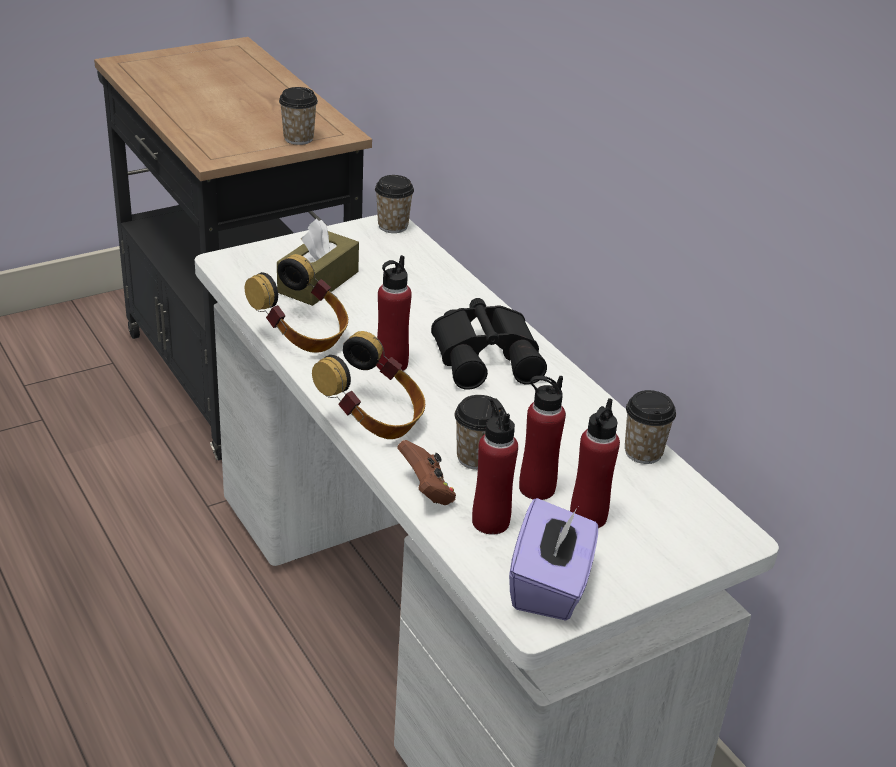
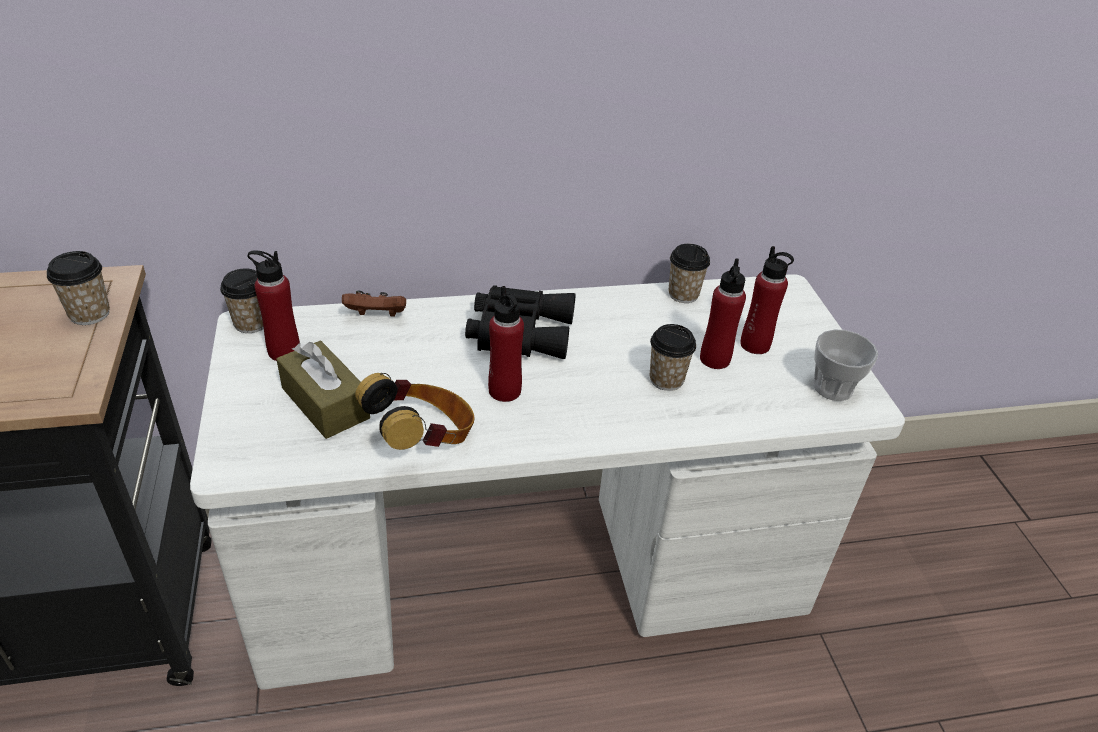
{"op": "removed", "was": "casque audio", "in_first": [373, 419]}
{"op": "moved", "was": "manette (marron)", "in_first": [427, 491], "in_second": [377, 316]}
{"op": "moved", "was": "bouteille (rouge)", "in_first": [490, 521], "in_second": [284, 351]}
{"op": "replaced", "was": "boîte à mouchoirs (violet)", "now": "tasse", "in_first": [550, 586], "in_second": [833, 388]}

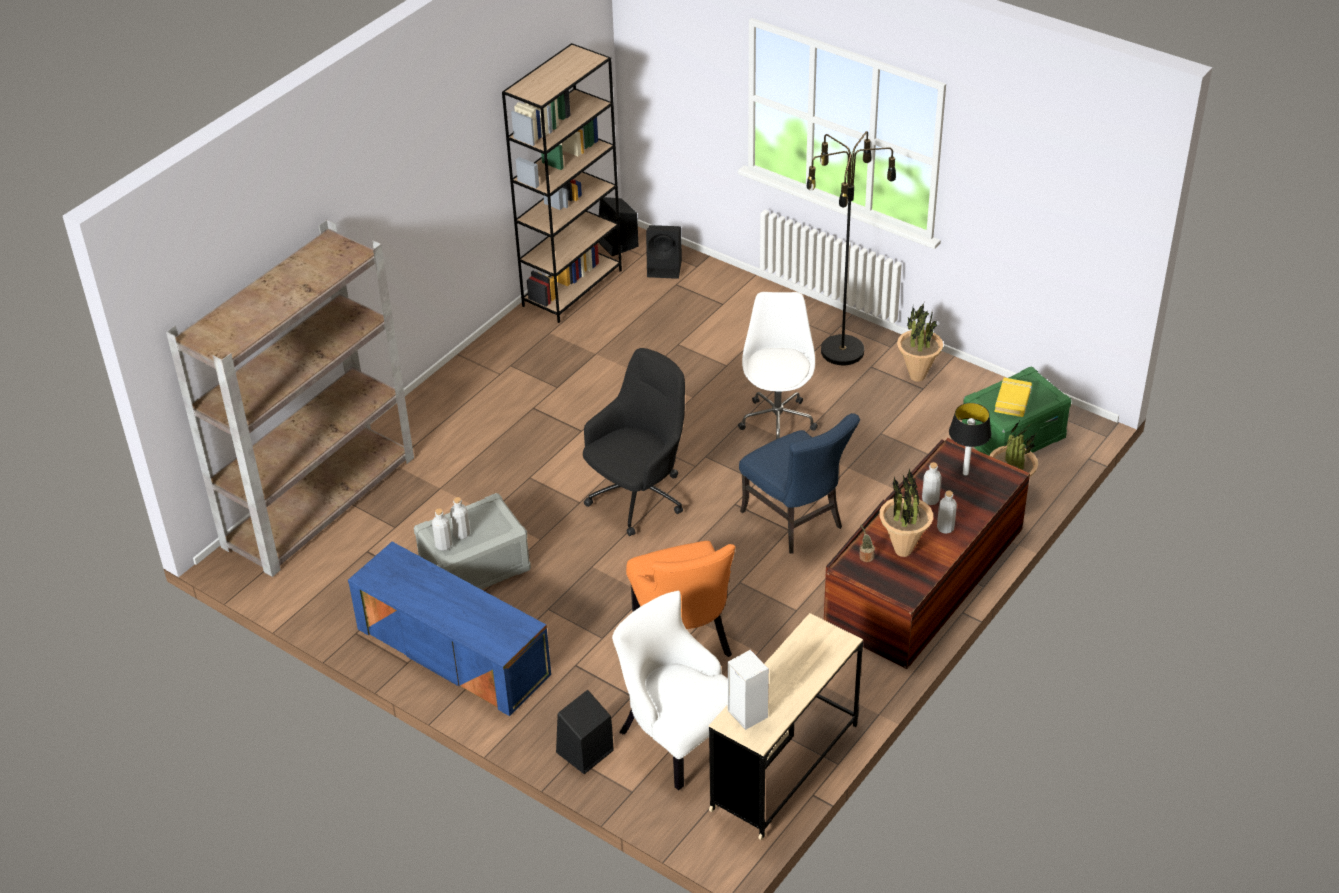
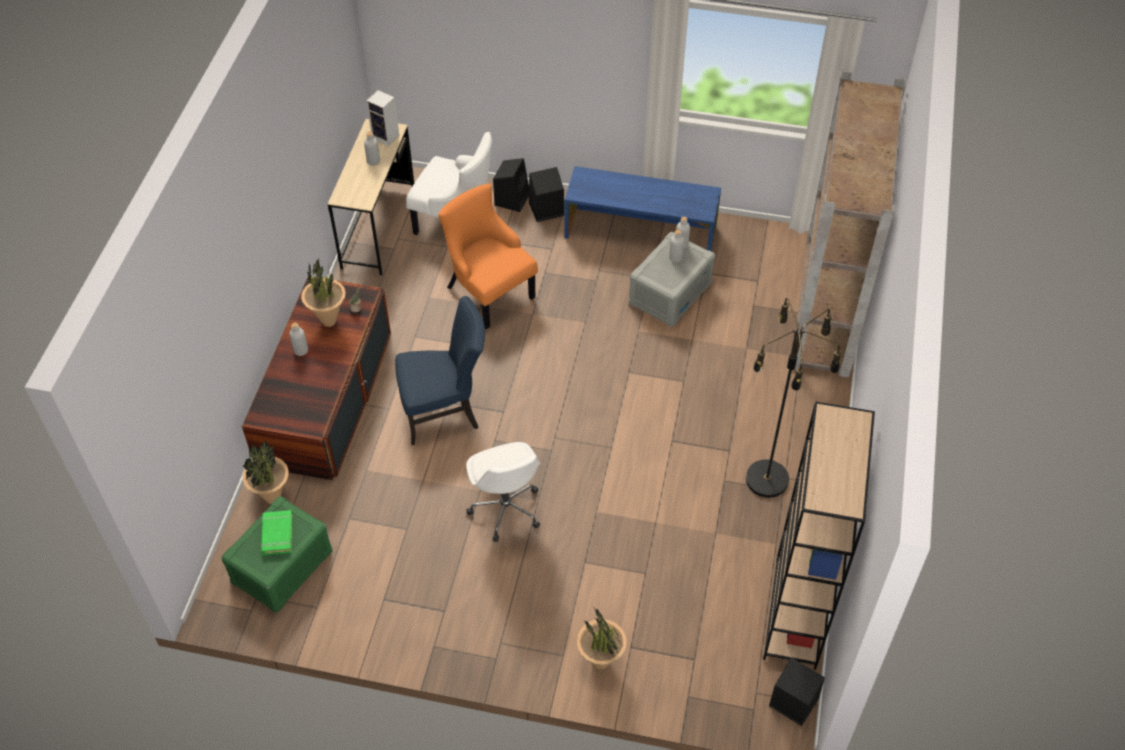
{"op": "removed", "was": "chaise de bureau (noir)", "in_first": [638, 499]}
{"op": "moved", "was": "enceinte (noir)", "in_first": [665, 268], "in_second": [545, 210]}
{"op": "turned", "was": "chaise (bleu)", "in_first": [796, 522], "in_second": [445, 411], "clockwise": 135}
{"op": "moved", "was": "lampadaire", "in_first": [842, 351], "in_second": [767, 480]}
{"op": "moved", "was": "plante en pot", "in_first": [917, 376], "in_second": [601, 662]}
{"op": "moved", "was": "bouteille (gris)", "in_first": [930, 500], "in_second": [373, 161]}
{"op": "removed", "was": "lampe de table", "in_first": [965, 473]}
{"op": "recoloured", "was": "livre (jaune)", "now": "livre (vert)", "in_first": [1013, 400], "in_second": [277, 535]}

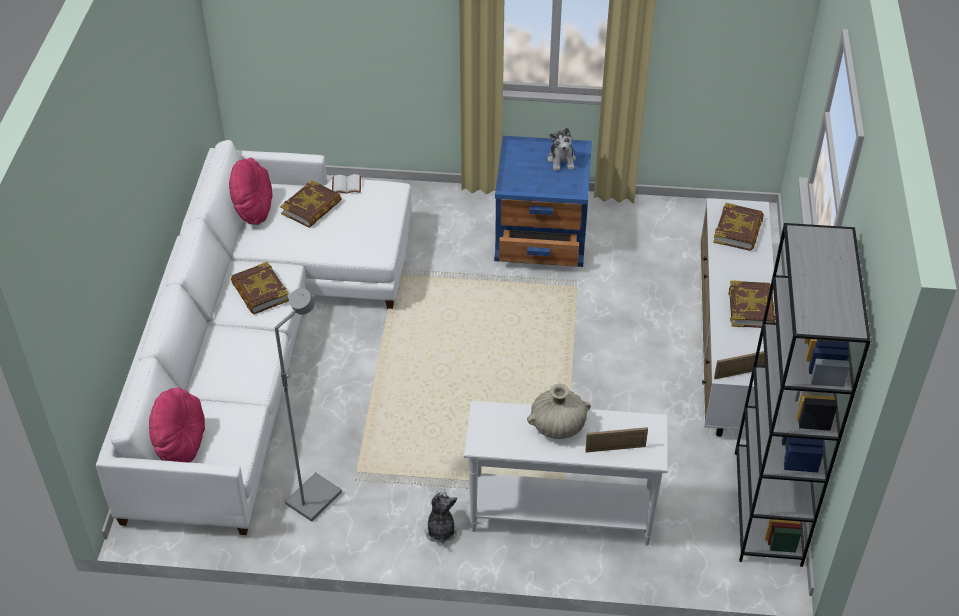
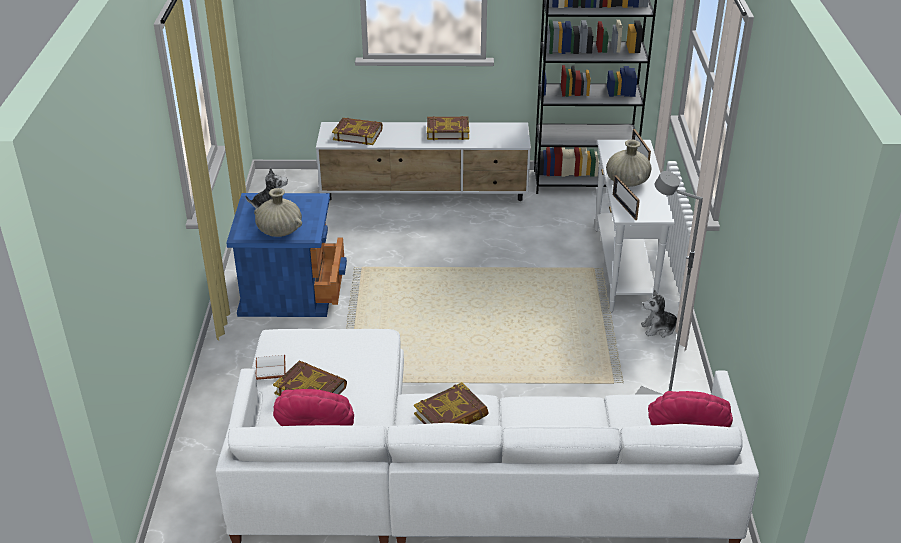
{"op": "moved", "was": "cadre photo", "in_first": [740, 373], "in_second": [624, 207]}
{"op": "added", "now": "vase (beige)", "in_second": [280, 231]}

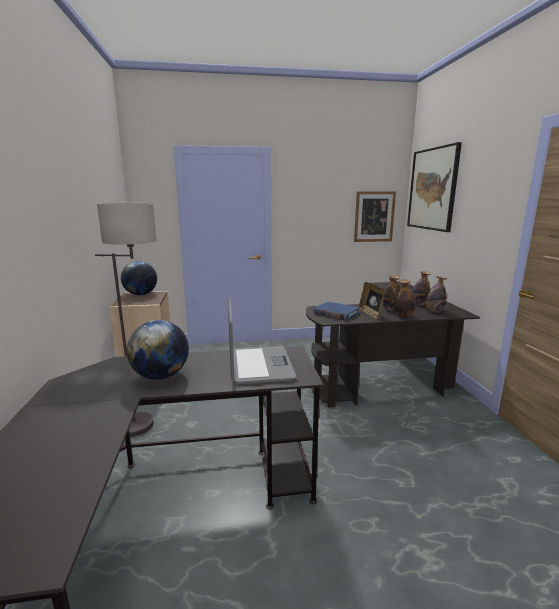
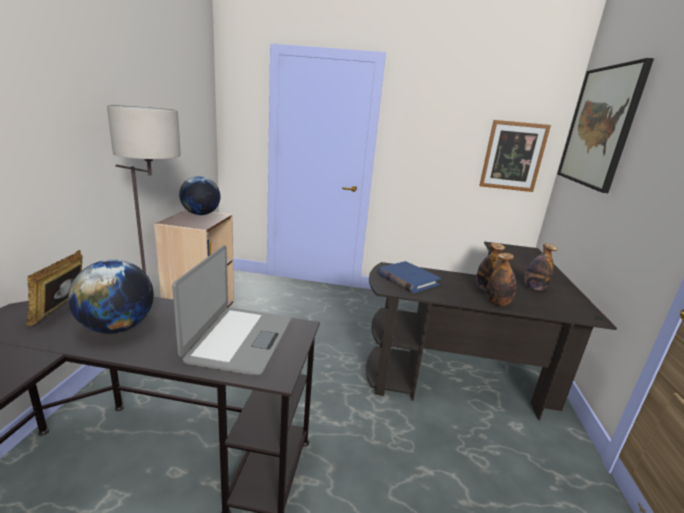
{"op": "moved", "was": "cadre photo", "in_first": [370, 313], "in_second": [62, 310]}
{"op": "removed", "was": "bouteille", "in_first": [434, 311]}

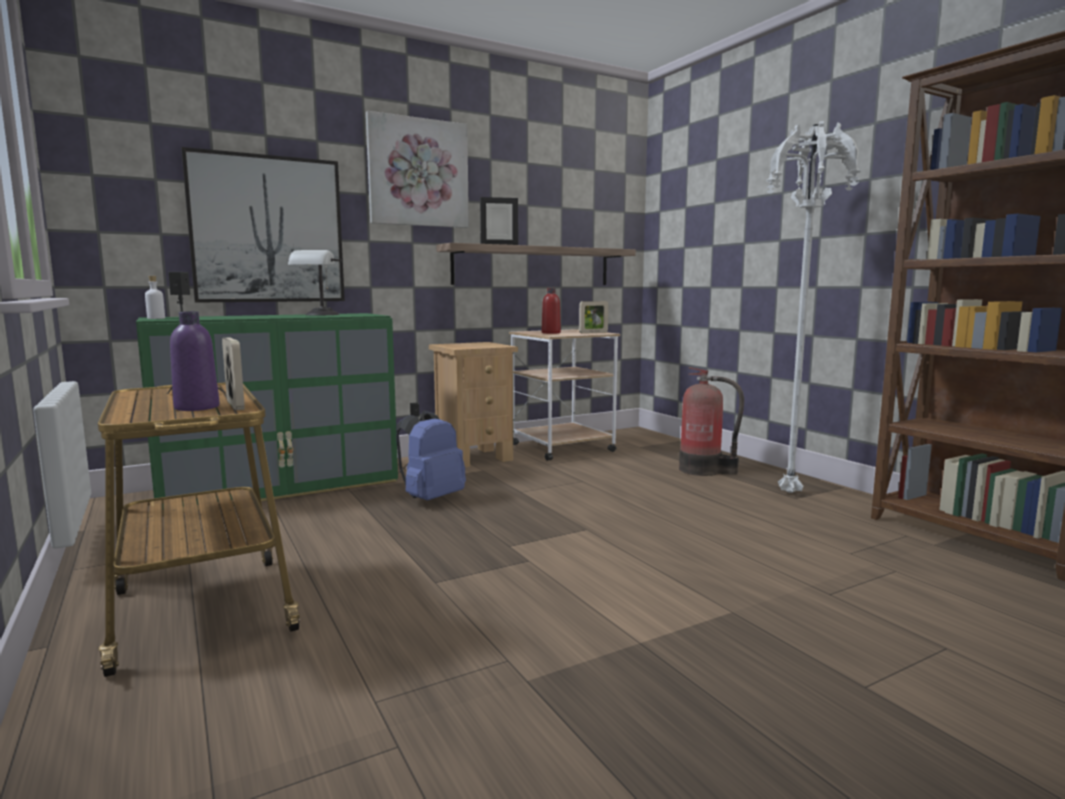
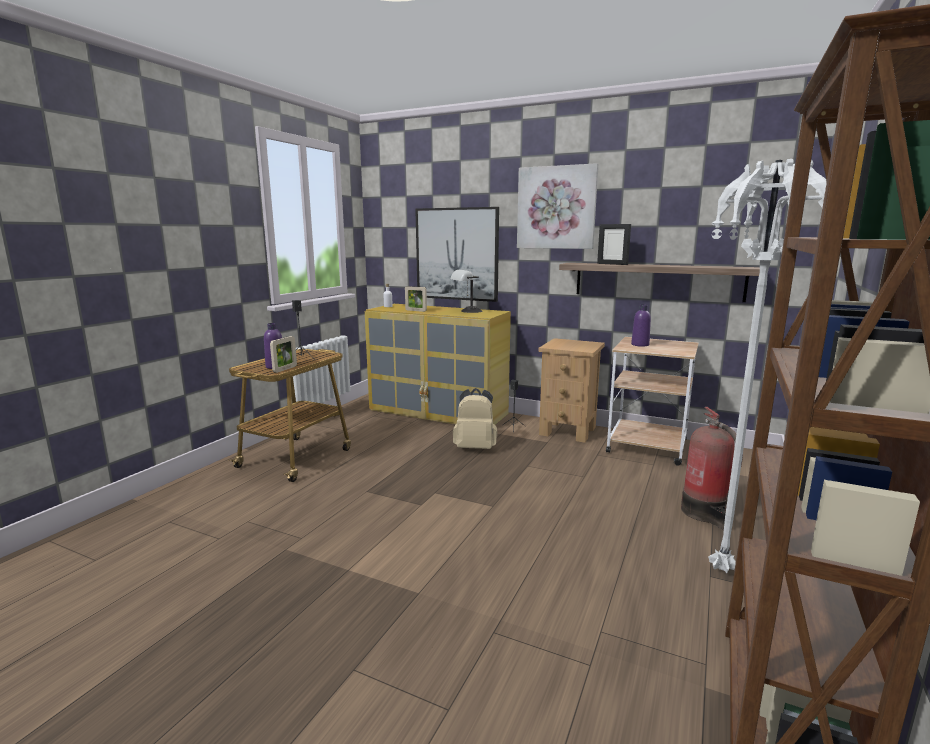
{"op": "recoloured", "was": "meuble de rangement (vert)", "now": "meuble de rangement (jaune)", "in_first": [281, 486], "in_second": [438, 412]}
{"op": "recoloured", "was": "sac à dos (bleu)", "now": "sac à dos (beige)", "in_first": [431, 498], "in_second": [475, 448]}
{"op": "recoloured", "was": "bouteille (rouge)", "now": "bouteille (violet)", "in_first": [551, 333], "in_second": [640, 345]}
{"op": "moved", "was": "cadre photo", "in_first": [593, 333], "in_second": [416, 310]}

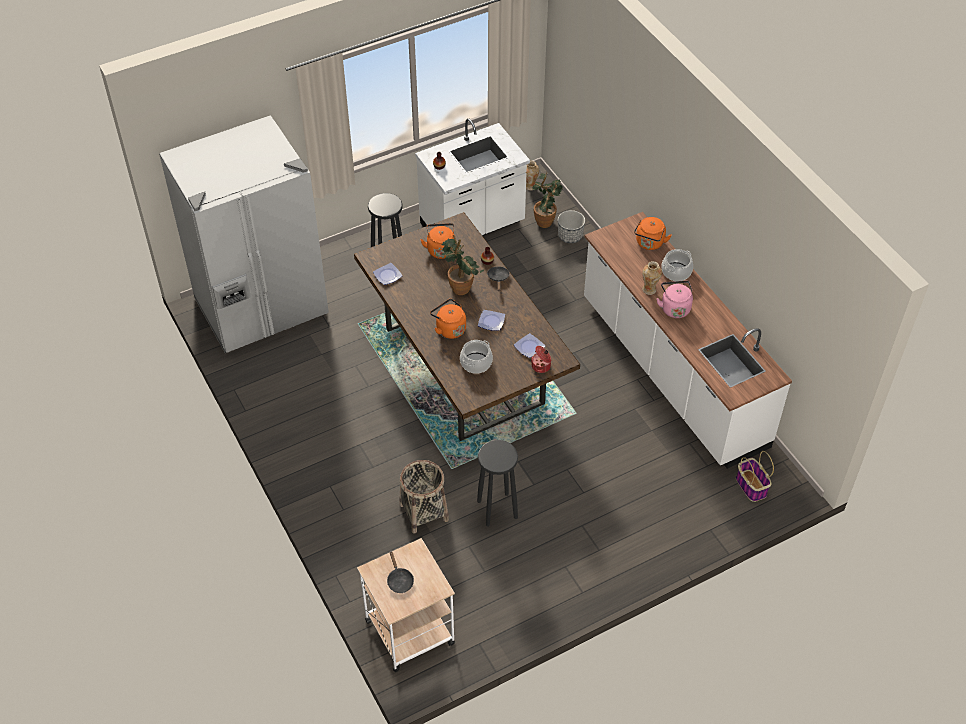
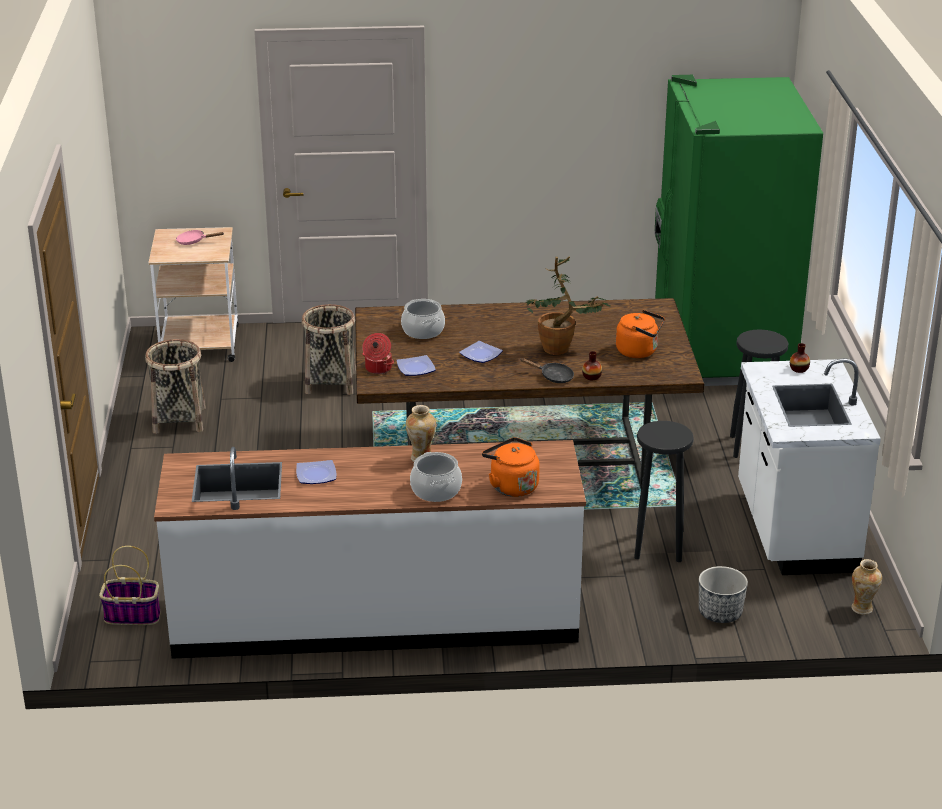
{"op": "recoloured", "was": "réfrigérateur (blanc)", "now": "réfrigérateur (vert)", "in_first": [262, 308], "in_second": [721, 349]}
{"op": "moved", "was": "assiette", "in_first": [388, 275], "in_second": [315, 475]}
{"op": "recoloured", "was": "poêle (noir)", "now": "poêle (rose)", "in_first": [399, 580], "in_second": [194, 241]}
{"op": "removed", "was": "bouilloire (orange)", "in_first": [449, 329]}
{"op": "moved", "was": "tabouret (noir)", "in_first": [497, 509], "in_second": [657, 547]}
{"op": "removed", "was": "plante en pot", "in_first": [547, 220]}
{"op": "removed", "was": "bouilloire (rose)", "in_first": [674, 308]}
{"op": "added", "now": "panier", "in_second": [179, 420]}

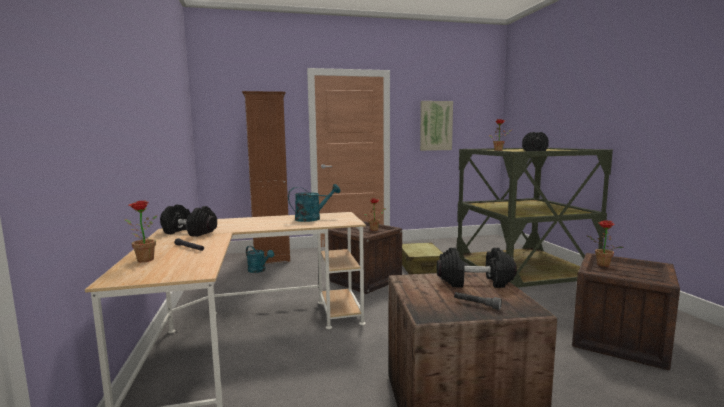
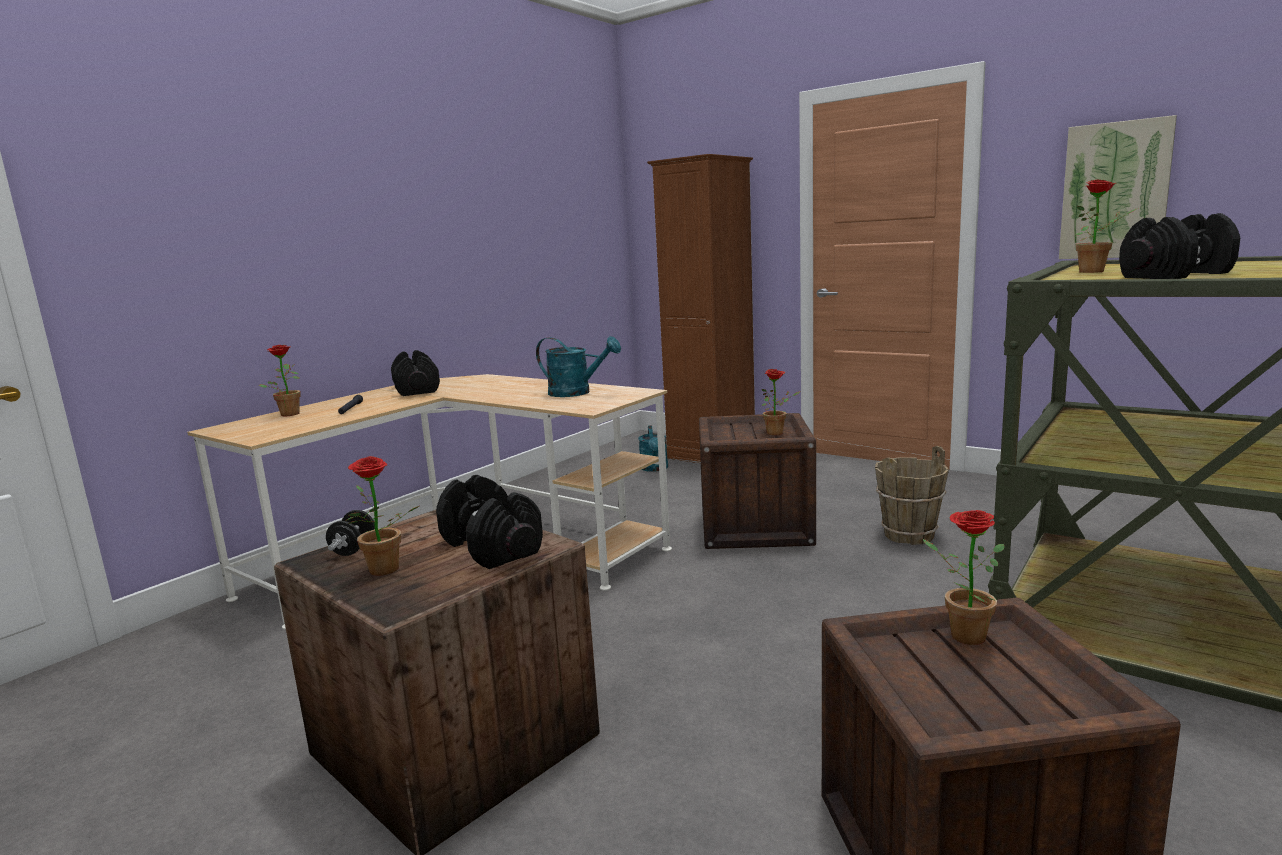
{"op": "replaced", "was": "valise (beige)", "now": "seau (marron)", "in_first": [420, 266], "in_second": [908, 535]}
{"op": "replaced", "was": "lampe de poche (gris)", "now": "plante en pot", "in_first": [476, 304], "in_second": [383, 572]}
{"op": "added", "now": "haltère (noir)", "in_second": [353, 549]}

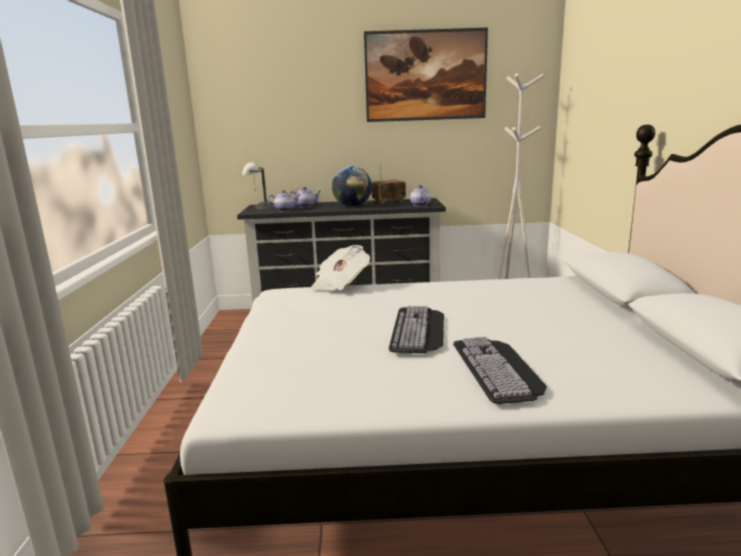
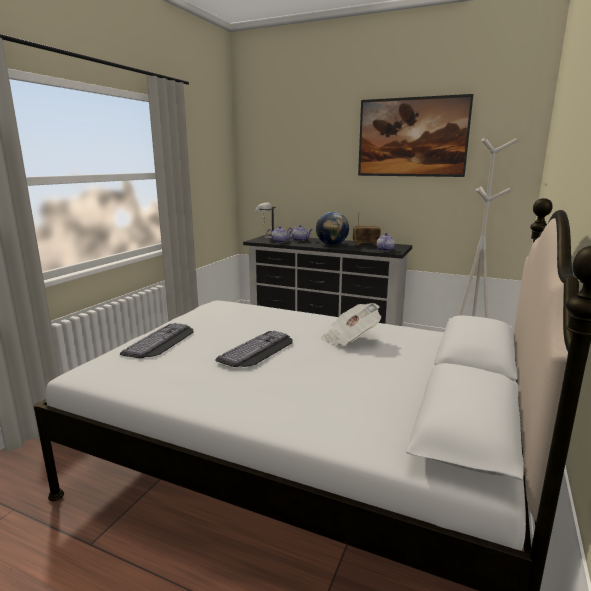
{"op": "moved", "was": "journal", "in_first": [339, 284], "in_second": [350, 338]}
{"op": "moved", "was": "clavier", "in_first": [499, 368], "in_second": [162, 341]}

